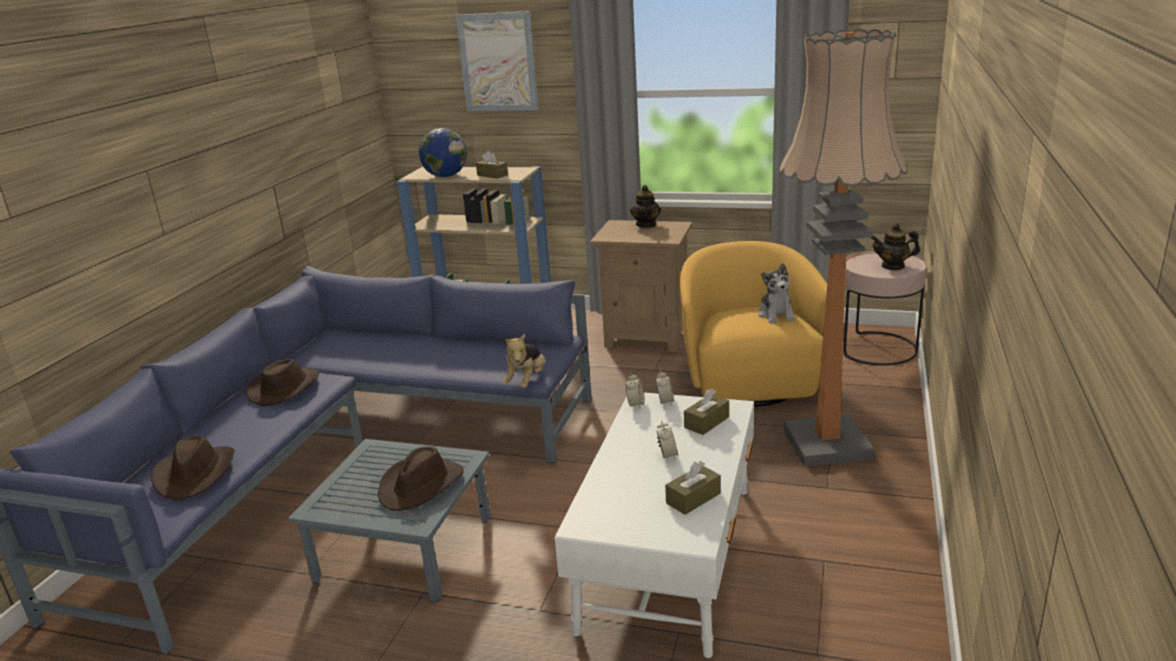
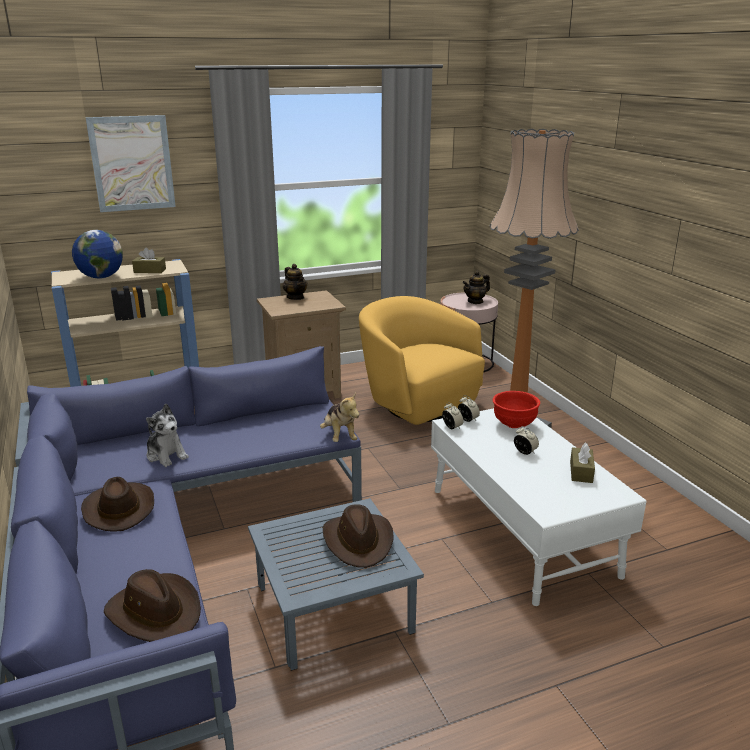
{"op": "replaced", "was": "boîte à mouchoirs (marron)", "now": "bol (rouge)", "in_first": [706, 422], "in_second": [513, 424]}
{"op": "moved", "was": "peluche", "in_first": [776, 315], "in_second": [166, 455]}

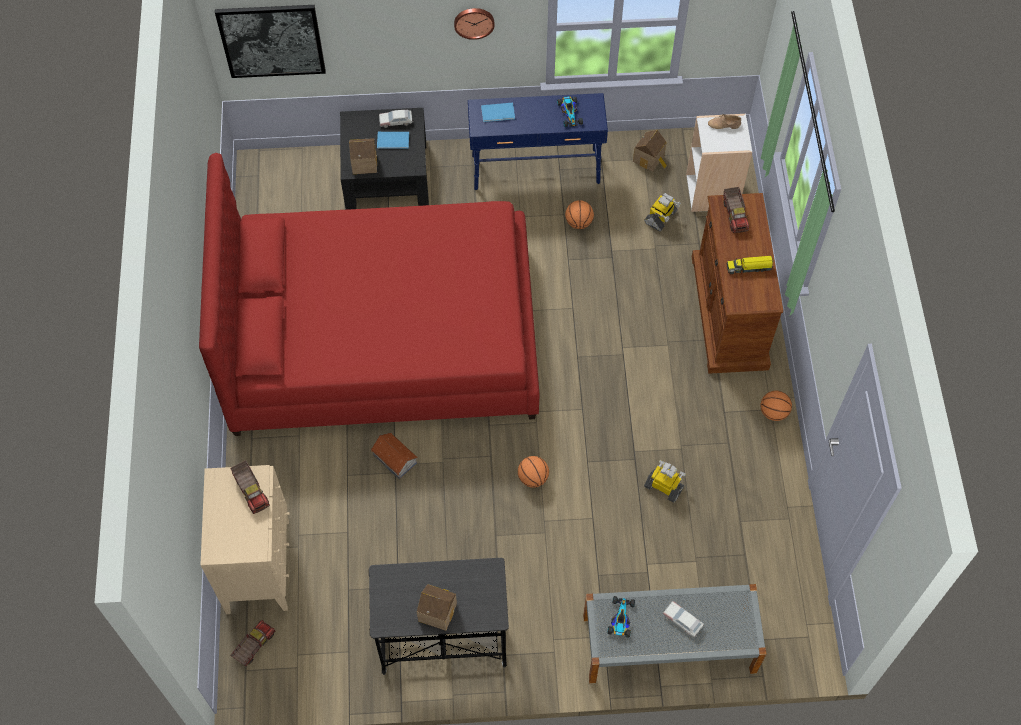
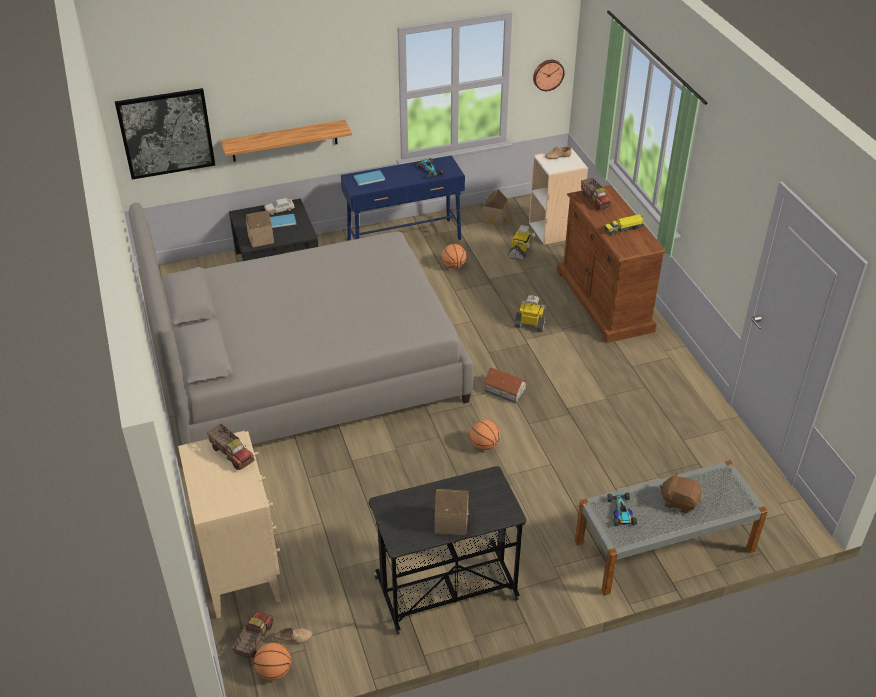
{"op": "recoloured", "was": "lit (rouge)", "now": "lit (gris)", "in_first": [382, 336], "in_second": [308, 369]}
{"op": "moved", "was": "maison miniature", "in_first": [395, 459], "in_second": [505, 391]}
{"op": "moved", "was": "horloge murale", "in_first": [474, 22], "in_second": [548, 74]}
{"op": "moved", "was": "robot jouet", "in_first": [664, 487], "in_second": [530, 325]}
{"op": "replaced", "was": "petite voiture", "now": "peluche (marron)", "in_first": [683, 620], "in_second": [679, 501]}
{"op": "moved", "was": "ballon de basket", "in_first": [773, 412], "in_second": [274, 671]}
{"op": "added", "now": "étagère", "in_second": [284, 141]}
{"op": "added", "now": "chaussure (beige)", "in_second": [292, 637]}

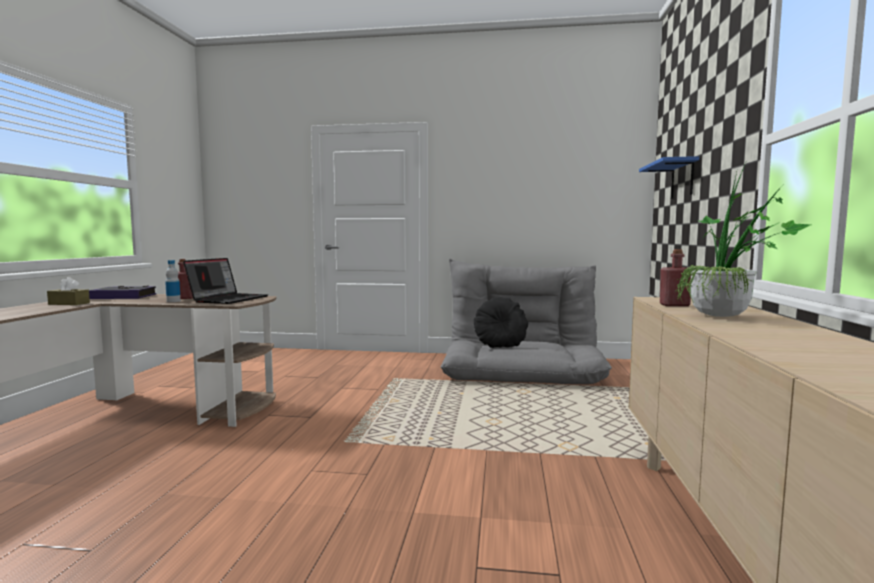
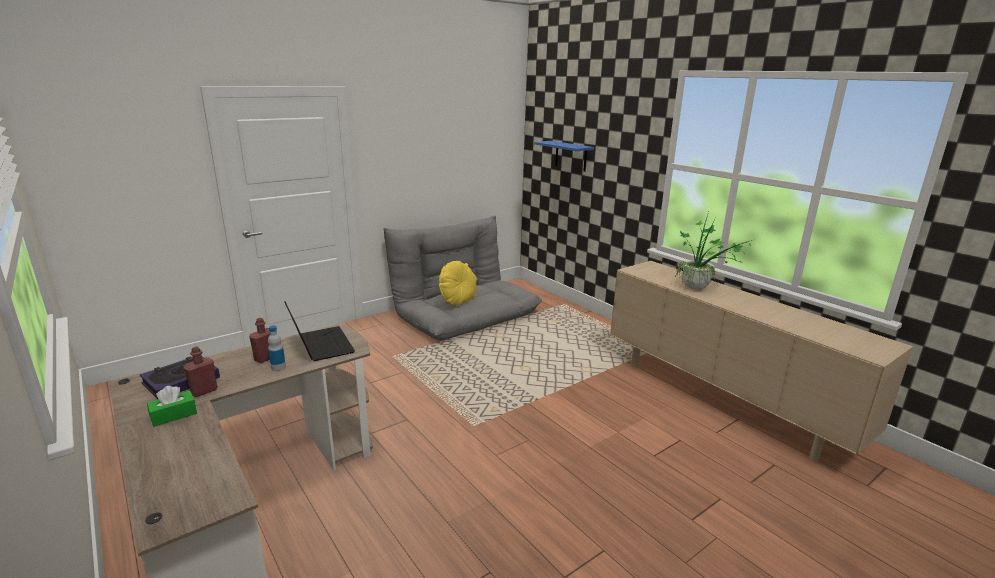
{"op": "recoloured", "was": "boîte à mouchoirs (marron)", "now": "boîte à mouchoirs (vert)", "in_first": [69, 303], "in_second": [174, 415]}
{"op": "recoloured", "was": "coussin (noir)", "now": "coussin (jaune)", "in_first": [500, 346], "in_second": [458, 301]}
{"op": "moved", "was": "bouteille (rouge)", "in_first": [674, 305], "in_second": [204, 391]}

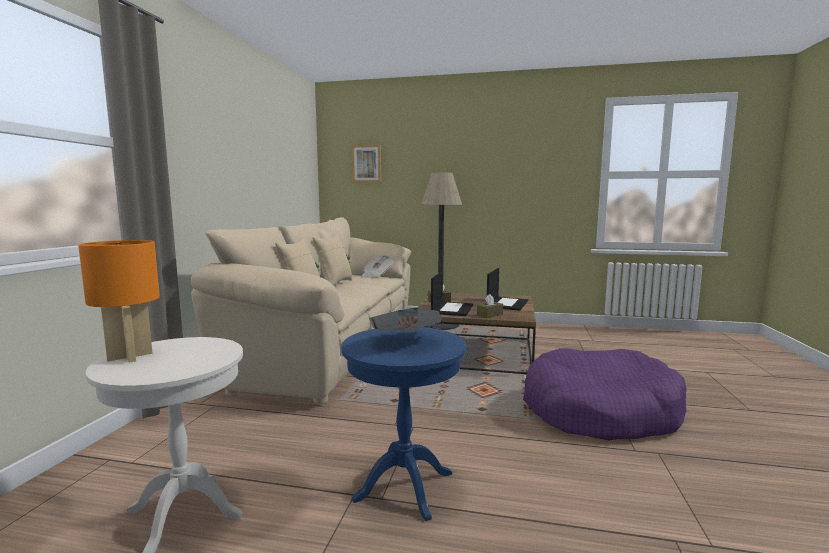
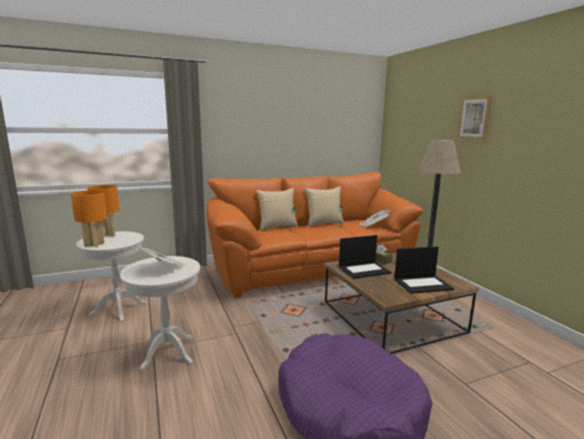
{"op": "recoloured", "was": "canapé (beige)", "now": "canapé (orange)", "in_first": [333, 349], "in_second": [313, 271]}
{"op": "recoloured", "was": "table d'appoint (bleu)", "now": "table d'appoint (blanc)", "in_first": [404, 486], "in_second": [168, 352]}
{"op": "moved", "was": "tableau", "in_first": [366, 164], "in_second": [475, 118]}
{"op": "removed", "was": "boîte à mouchoirs (marron)", "in_first": [489, 315]}
{"op": "added", "now": "lampe de table (orange)", "in_second": [94, 245]}

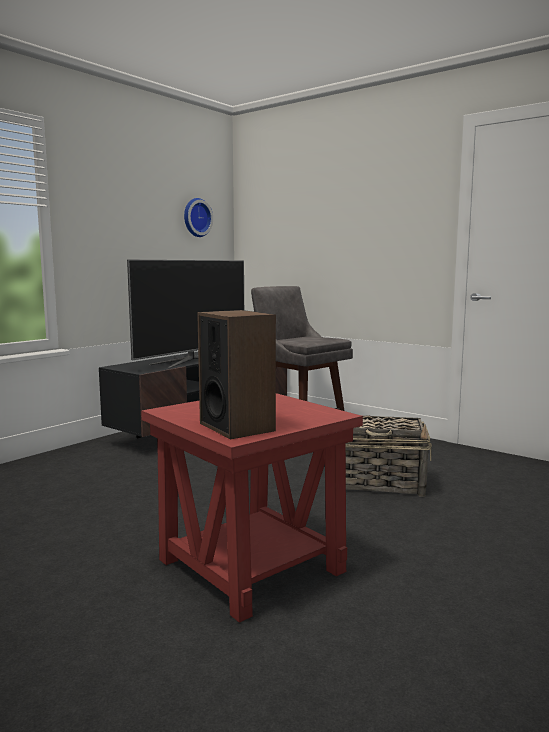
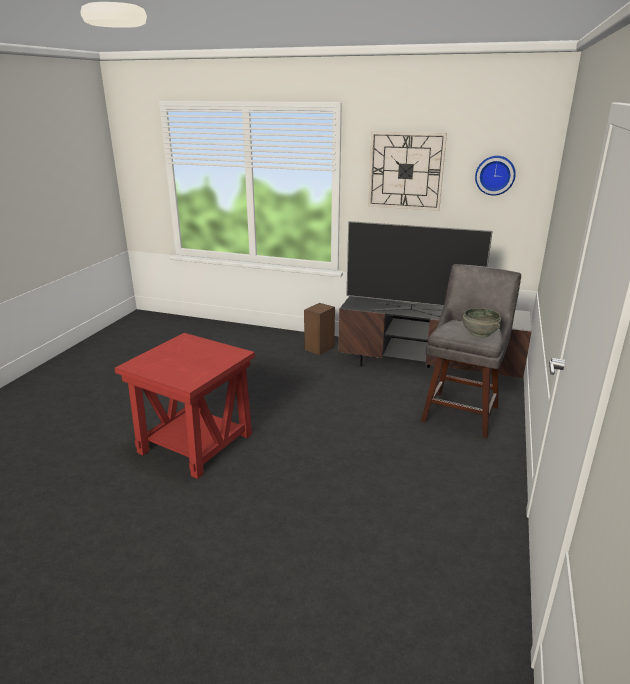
{"op": "moved", "was": "enceinte", "in_first": [237, 427], "in_second": [319, 348]}
{"op": "removed", "was": "panier", "in_first": [377, 483]}
{"op": "added", "now": "horloge murale", "in_second": [406, 171]}
{"op": "added", "now": "bol (gris)", "in_second": [480, 333]}

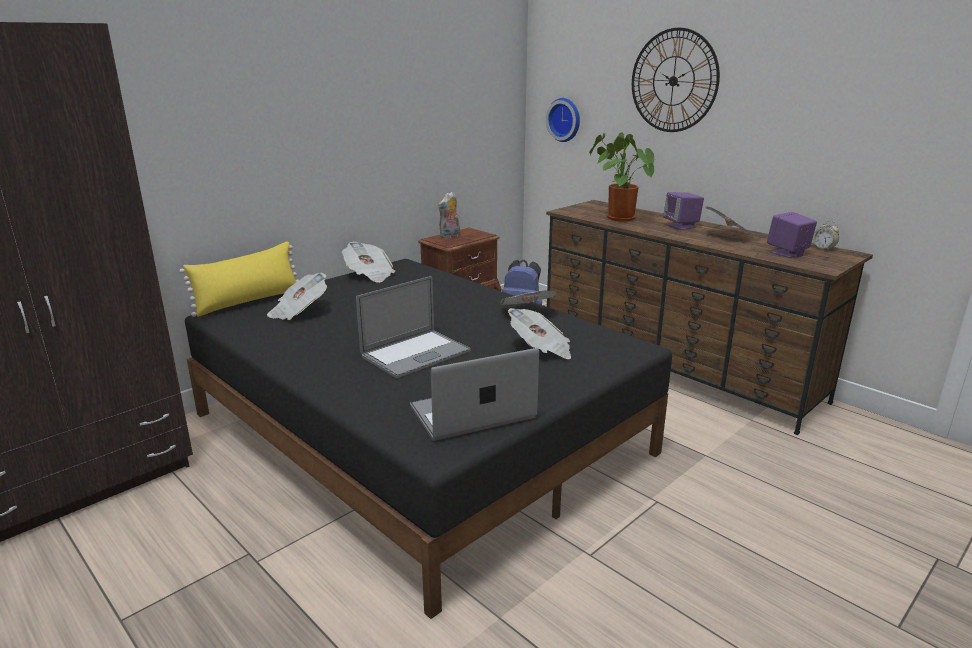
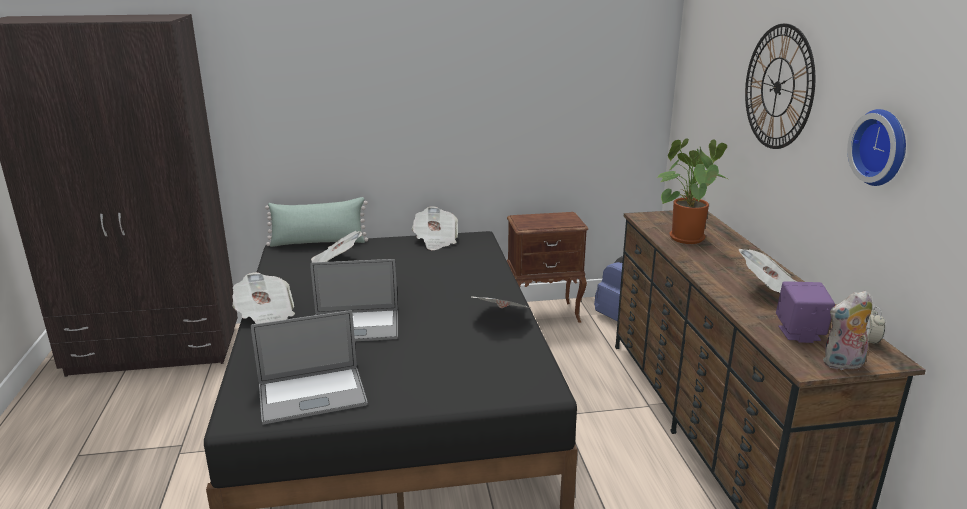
{"op": "recoloured", "was": "coussin (jaune)", "now": "coussin (vert)", "in_first": [248, 301], "in_second": [318, 242]}
{"op": "turned", "was": "ordinateur portable", "in_first": [472, 413], "in_second": [312, 395], "clockwise": 150}
{"op": "moved", "was": "peluche", "in_first": [450, 236], "in_second": [843, 365]}
{"op": "moved", "was": "journal", "in_first": [541, 350], "in_second": [265, 316]}
{"op": "moved", "was": "horloge murale", "in_first": [565, 119], "in_second": [882, 147]}
{"op": "removed", "was": "enceinte (violet)", "in_first": [681, 226]}

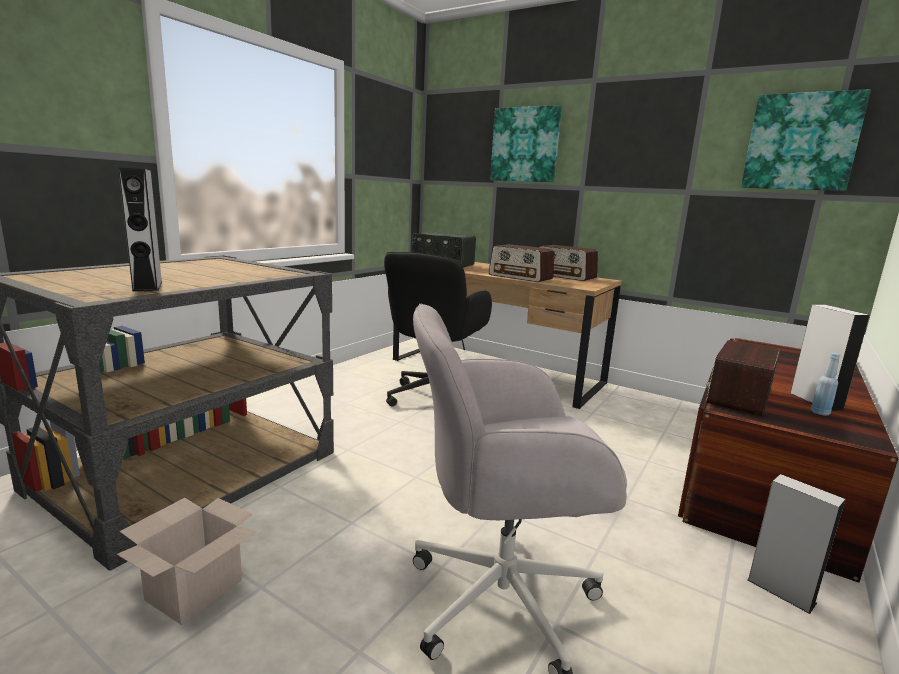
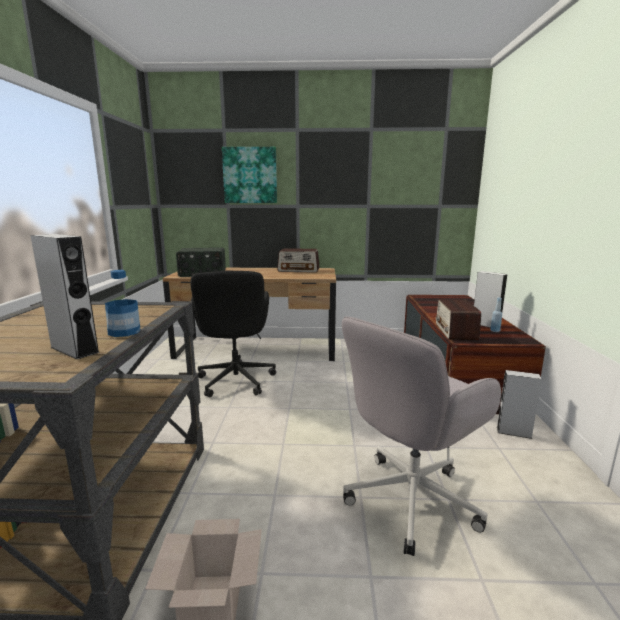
{"op": "removed", "was": "radio", "in_first": [521, 277]}
{"op": "removed", "was": "tableau", "in_first": [801, 142]}
{"op": "added", "now": "bouteille", "in_second": [124, 332]}

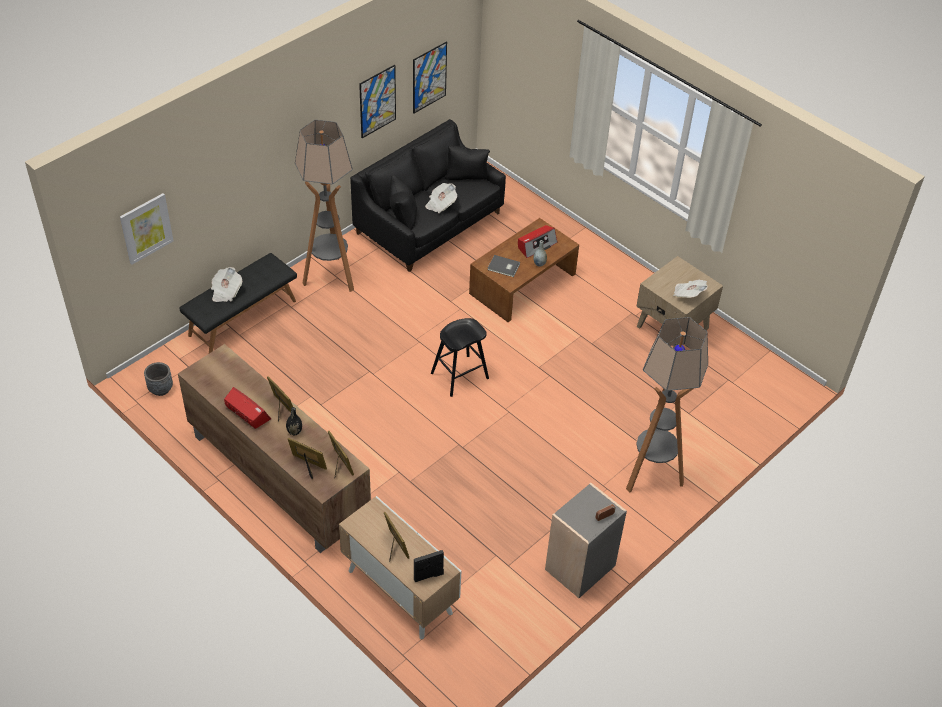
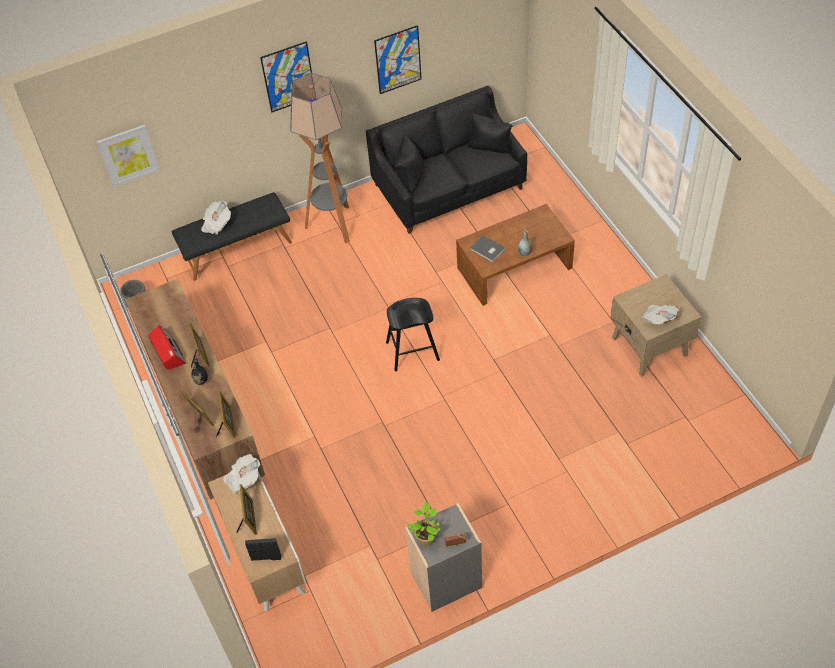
{"op": "moved", "was": "tableau", "in_first": [429, 77], "in_second": [288, 77]}
{"op": "moved", "was": "journal", "in_first": [440, 204], "in_second": [243, 479]}
{"op": "removed", "was": "radio", "in_first": [536, 245]}
{"op": "removed", "was": "lampadaire", "in_first": [651, 474]}
{"op": "added", "now": "plante en pot", "in_second": [426, 537]}

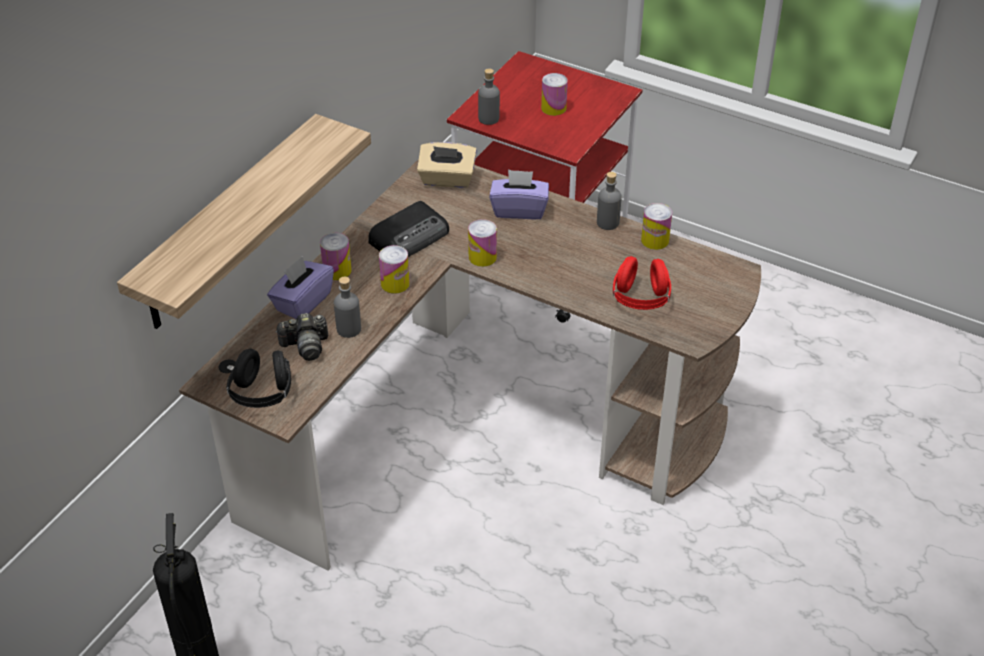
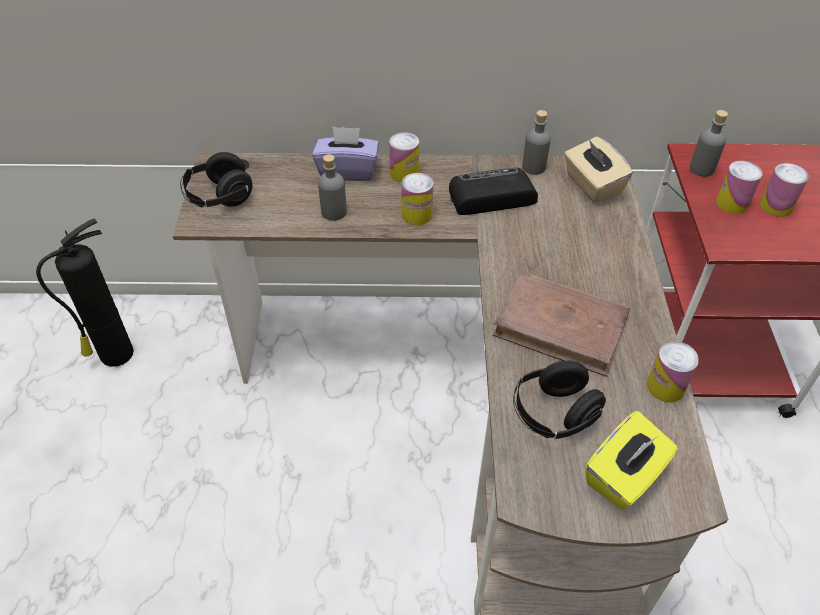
{"op": "removed", "was": "étagère", "in_first": [228, 224]}
{"op": "removed", "was": "appareil photo", "in_first": [305, 346]}
{"op": "turned", "was": "radio", "in_first": [410, 236], "in_second": [490, 197], "clockwise": 150}
{"op": "moved", "was": "boîte métallique", "in_first": [482, 257], "in_second": [732, 203]}
{"op": "removed", "was": "boîte à mouchoirs (violet)", "in_first": [519, 210]}
{"op": "moved", "was": "bouteille (gris)", "in_first": [608, 223], "in_second": [533, 167]}
{"op": "recoloured", "was": "casque audio (rouge)", "now": "casque audio (noir)", "in_first": [640, 299], "in_second": [553, 414]}
{"op": "added", "now": "livre (marron)", "in_second": [561, 327]}
{"op": "added", "now": "boîte à mouchoirs (jaune)", "in_second": [624, 476]}

